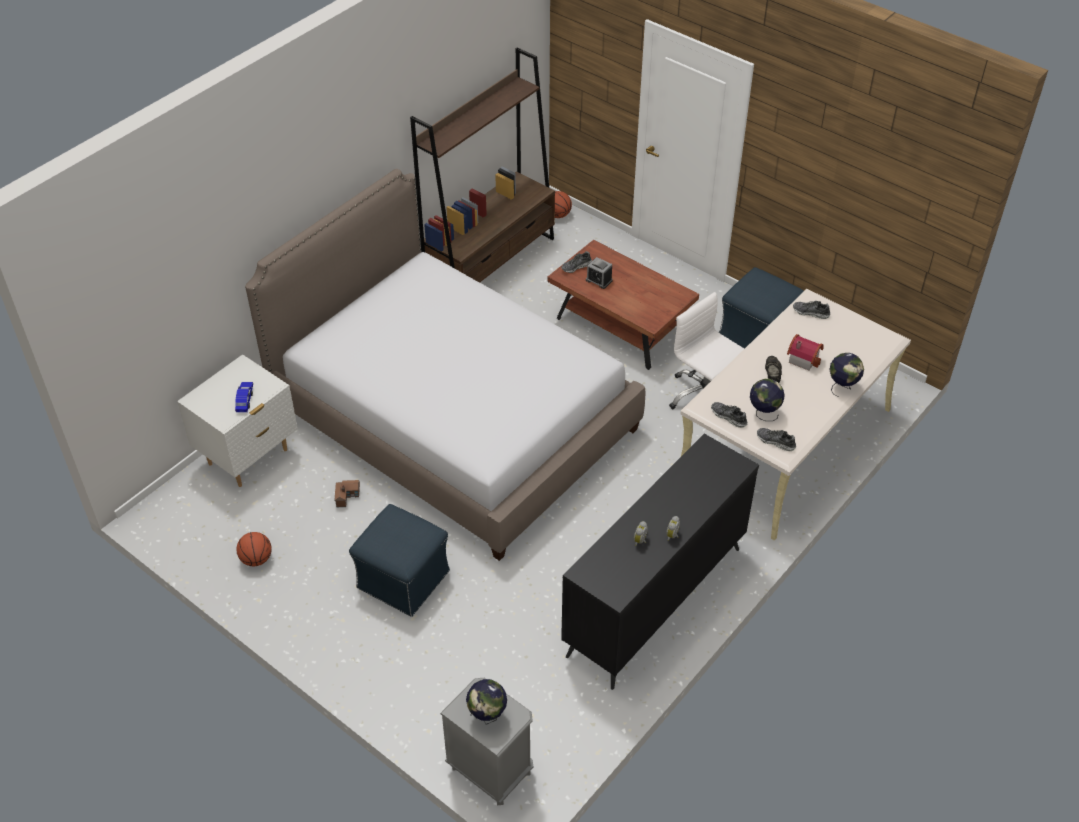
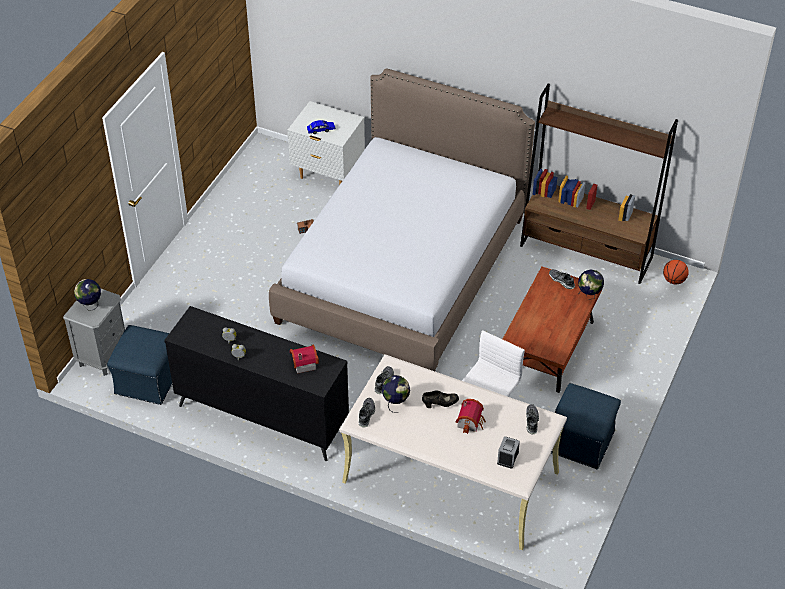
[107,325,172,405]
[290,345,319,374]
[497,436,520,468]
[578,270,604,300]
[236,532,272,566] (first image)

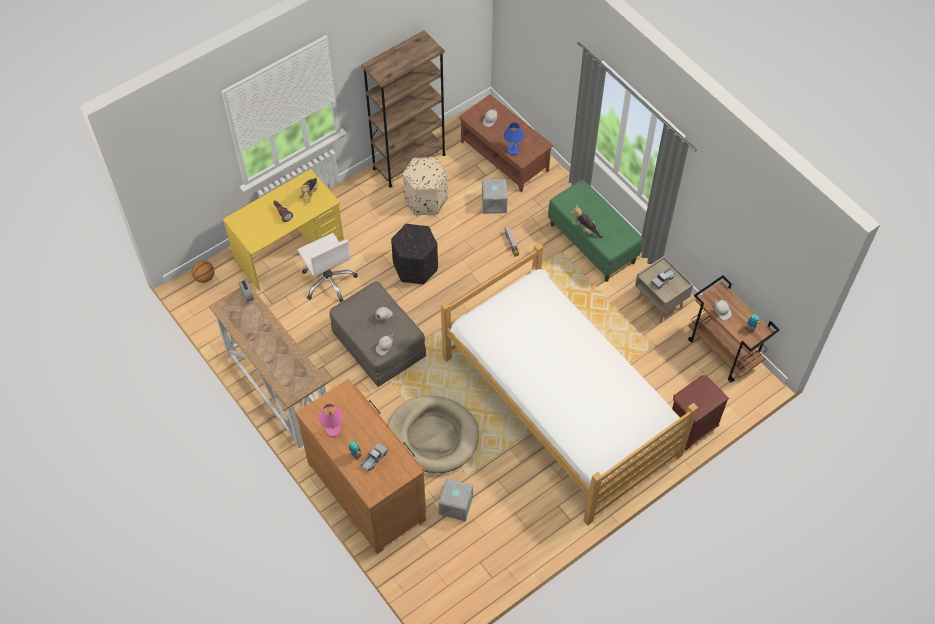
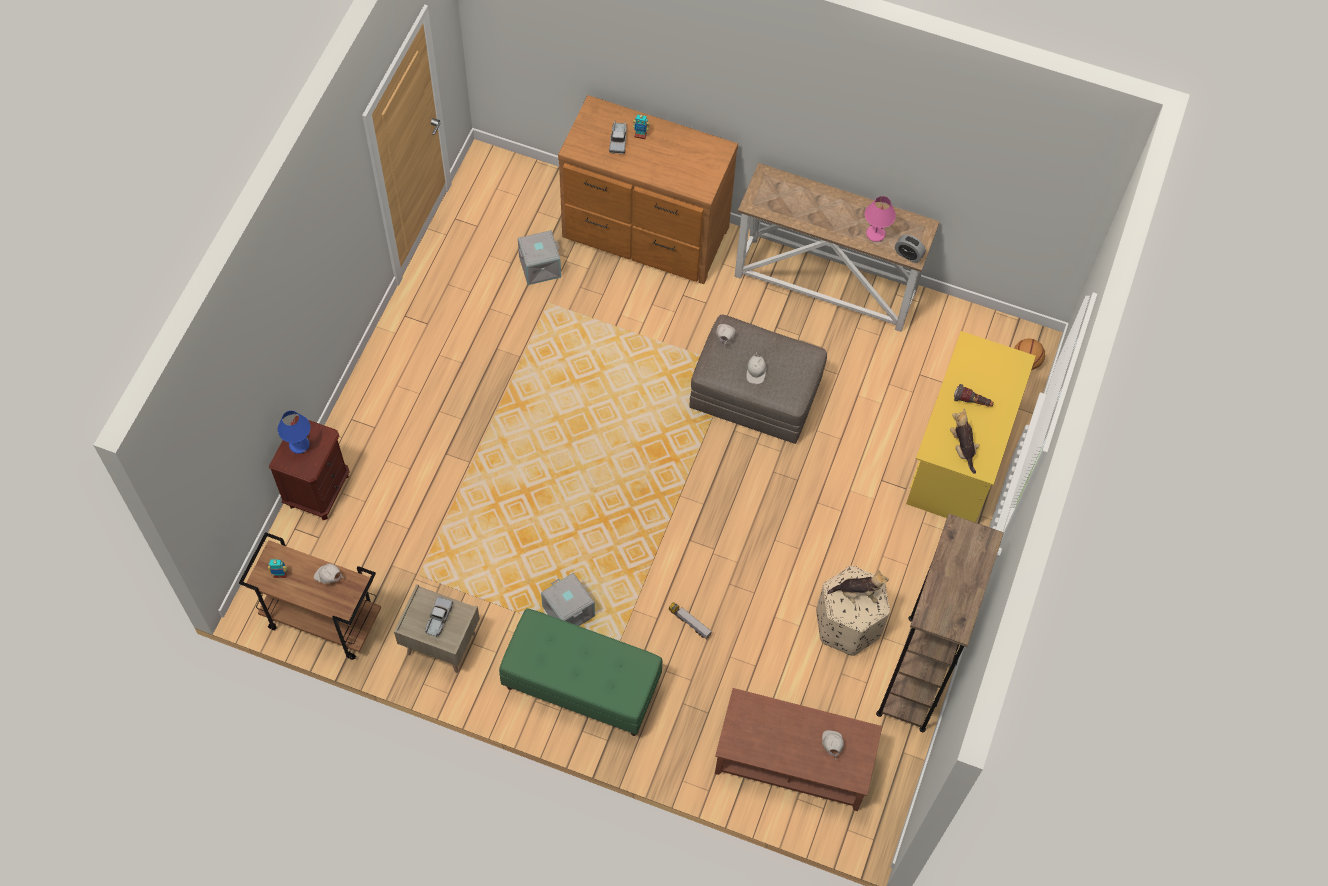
[278,411,310,454]
[541,573,595,626]
[827,570,889,603]
[865,196,896,242]
[298,233,358,302] (first image)
[388,396,479,473] (first image)
[391,224,438,284] (first image)
[441,243,698,525] (first image)

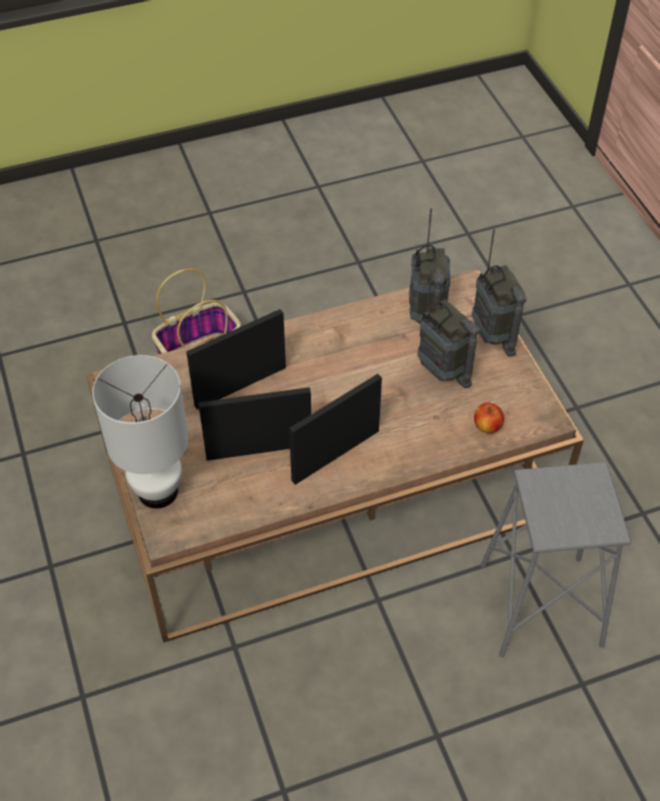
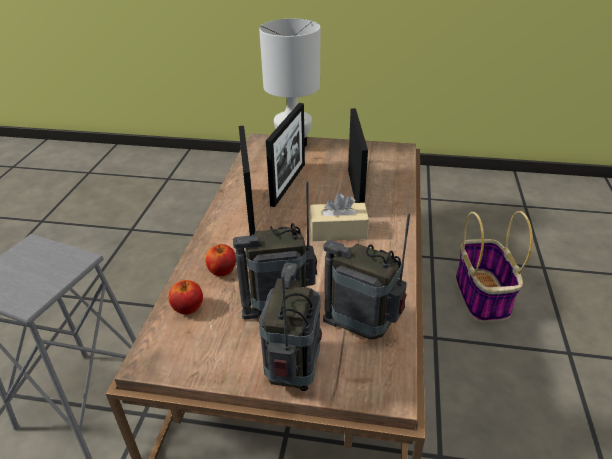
[205,244,236,276]
[259,263,322,391]
[310,193,369,241]

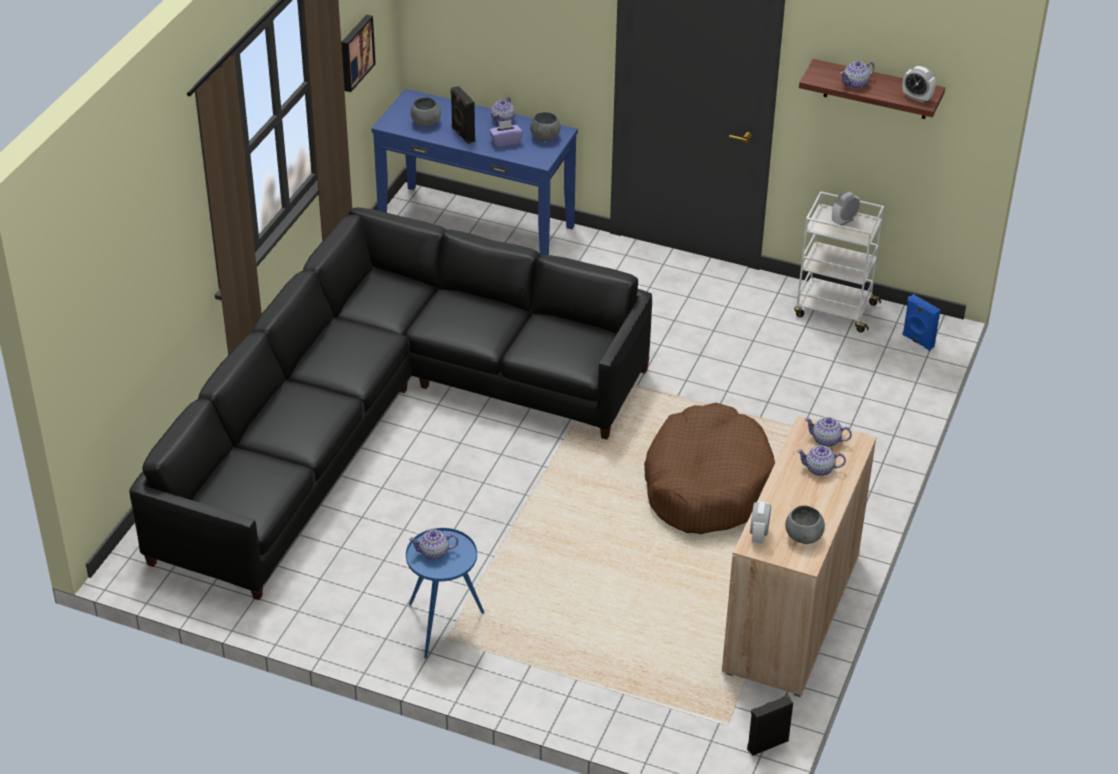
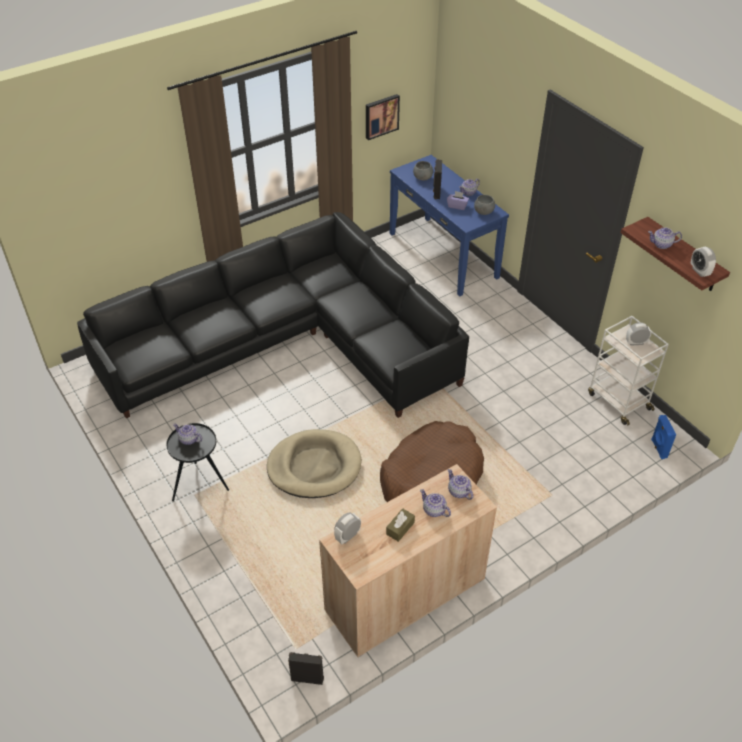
[166,423,229,501]
[267,429,362,498]
[386,508,415,542]
[786,505,825,544] (first image)

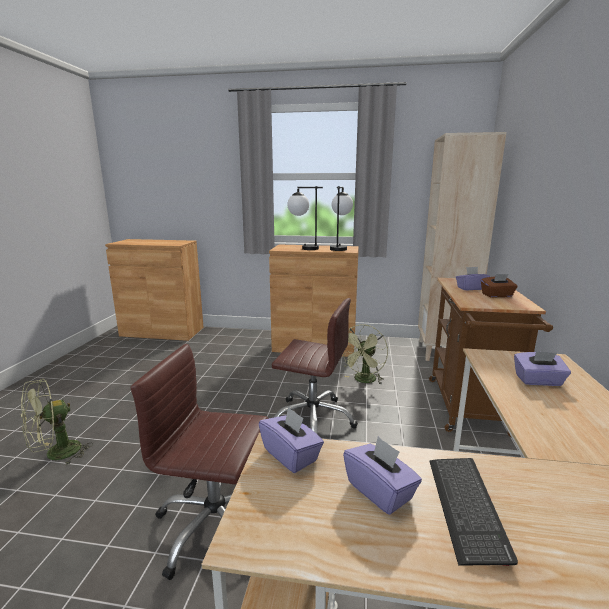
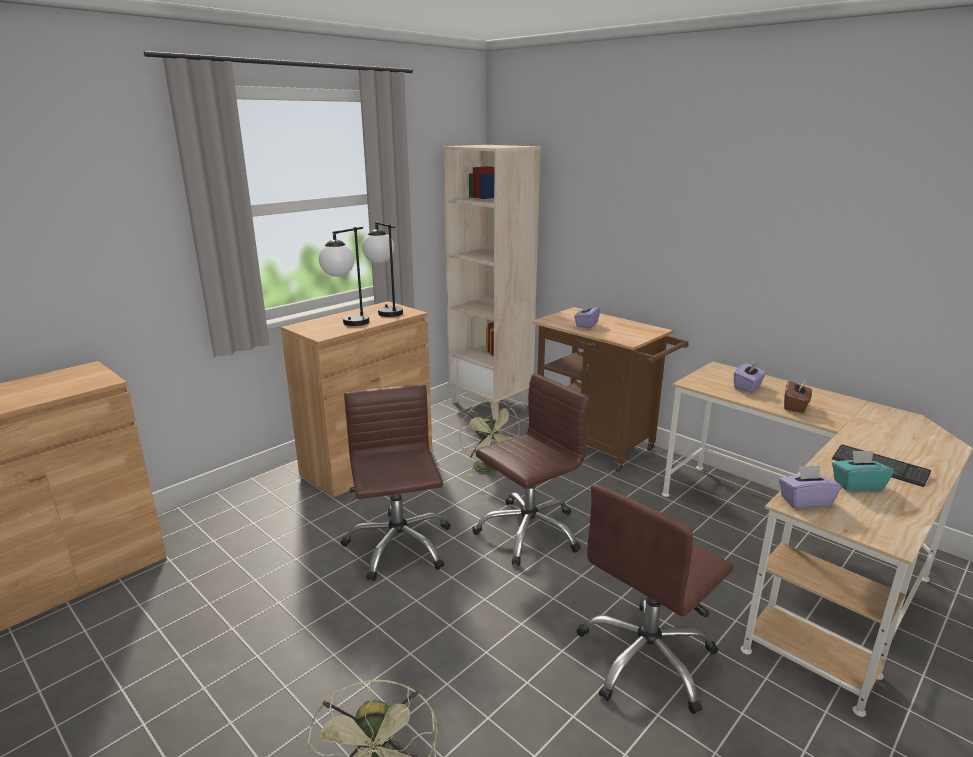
[341,384,451,581]
[784,379,812,413]
[832,451,894,491]

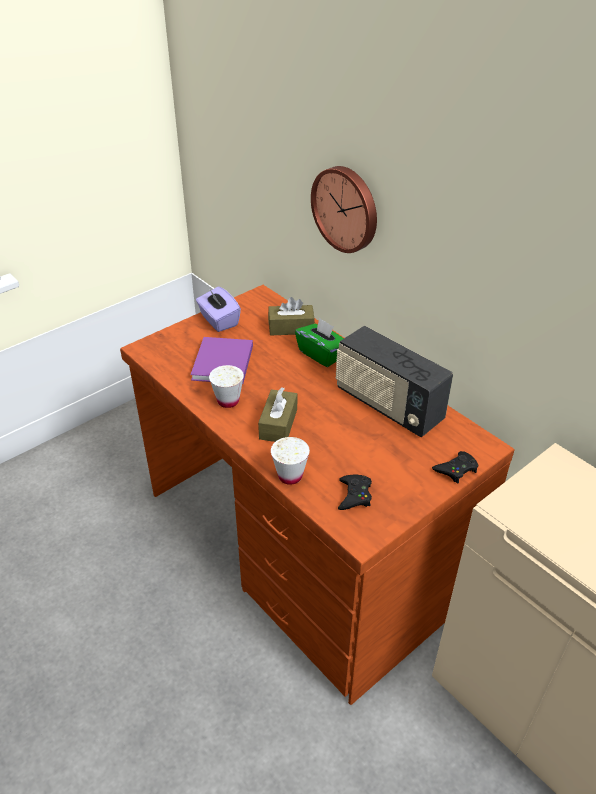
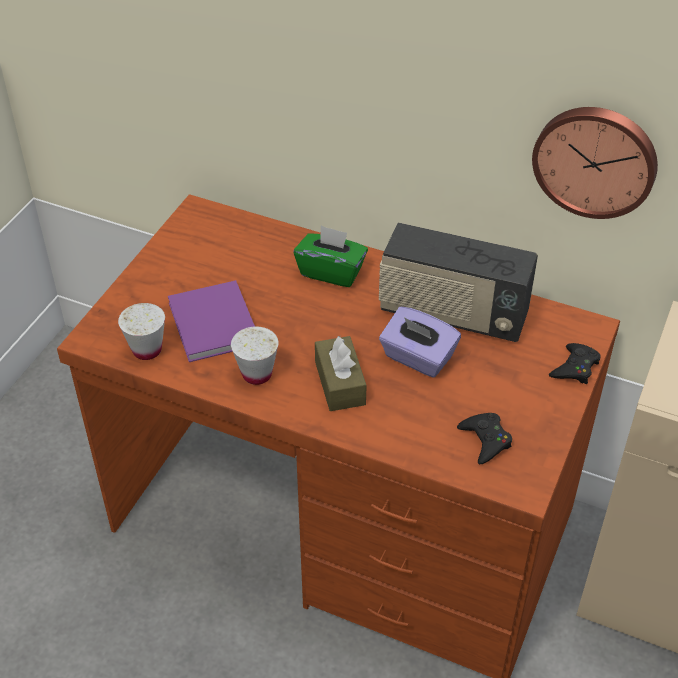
[118,303,165,360]
[379,307,461,377]
[532,107,658,219]
[268,297,315,336] (first image)

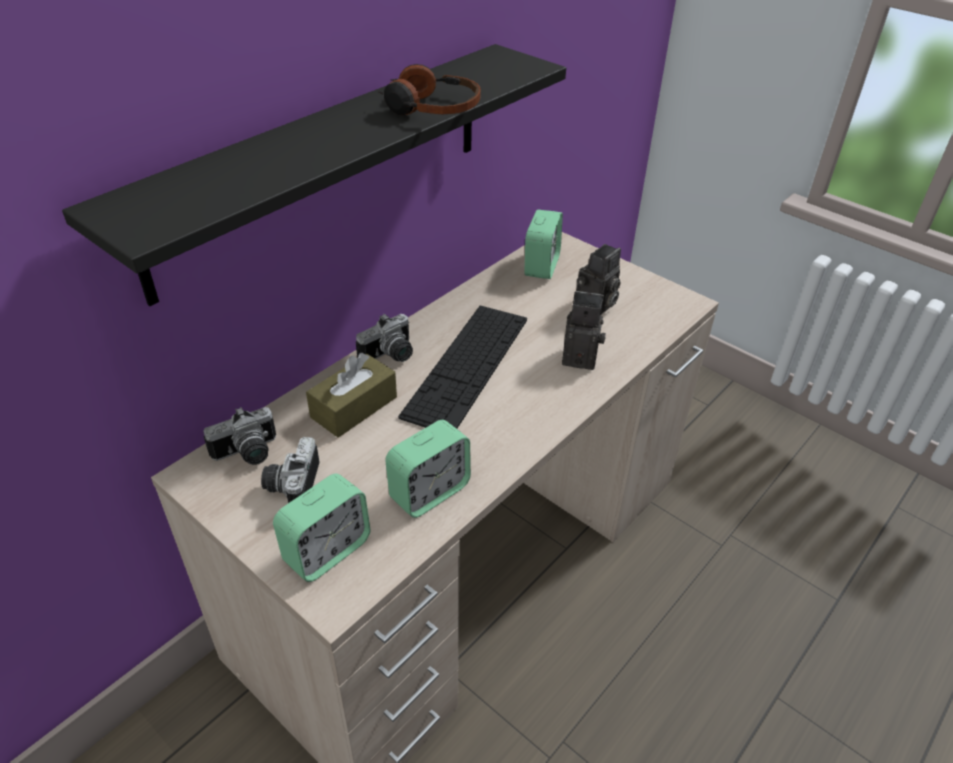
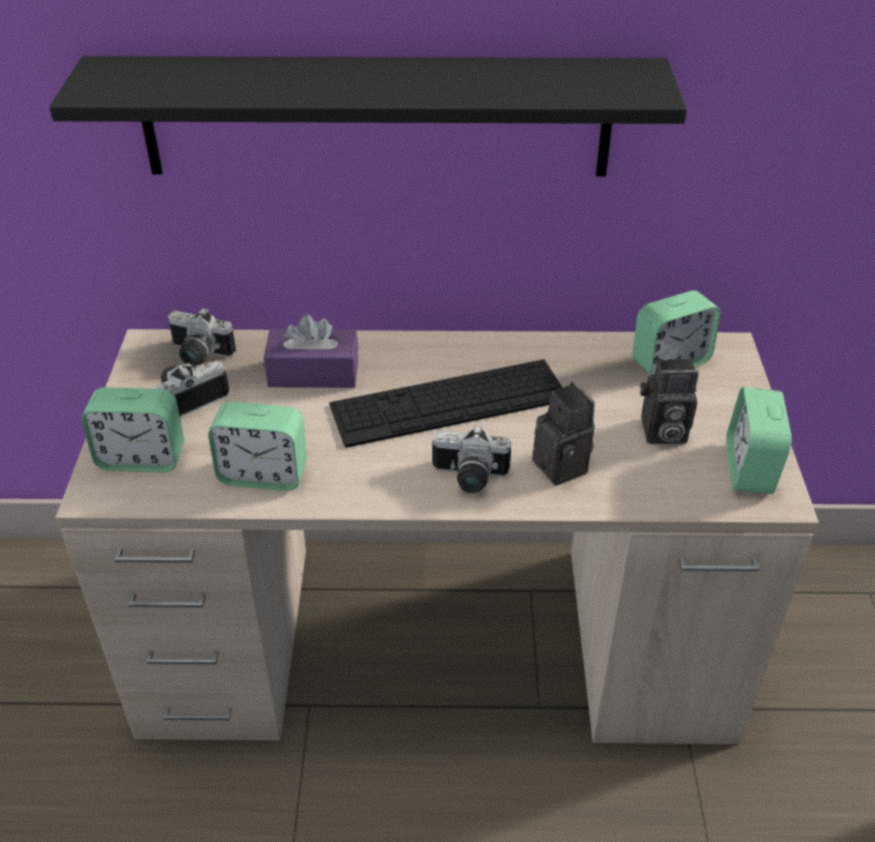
[263,314,359,388]
[432,425,511,494]
[726,387,791,494]
[378,64,481,116] (first image)

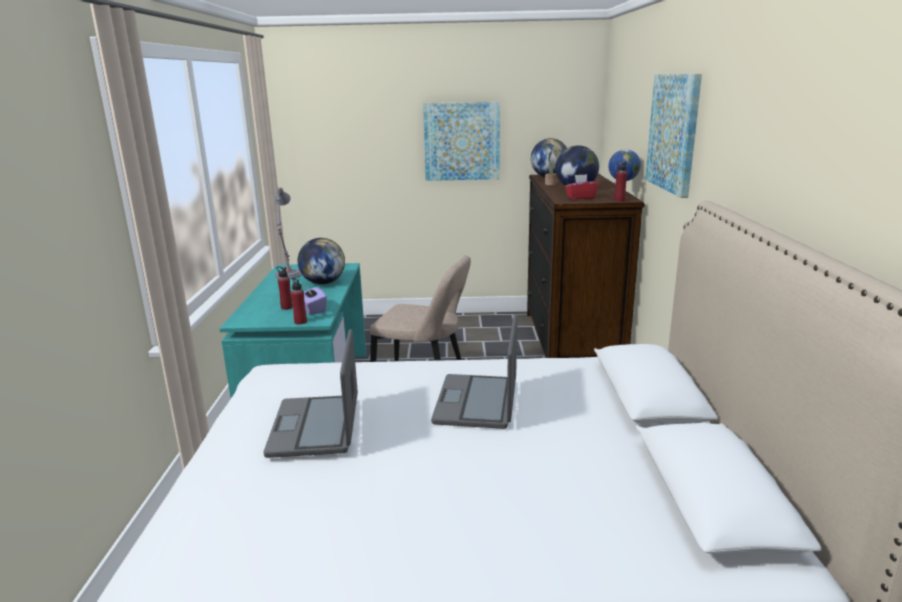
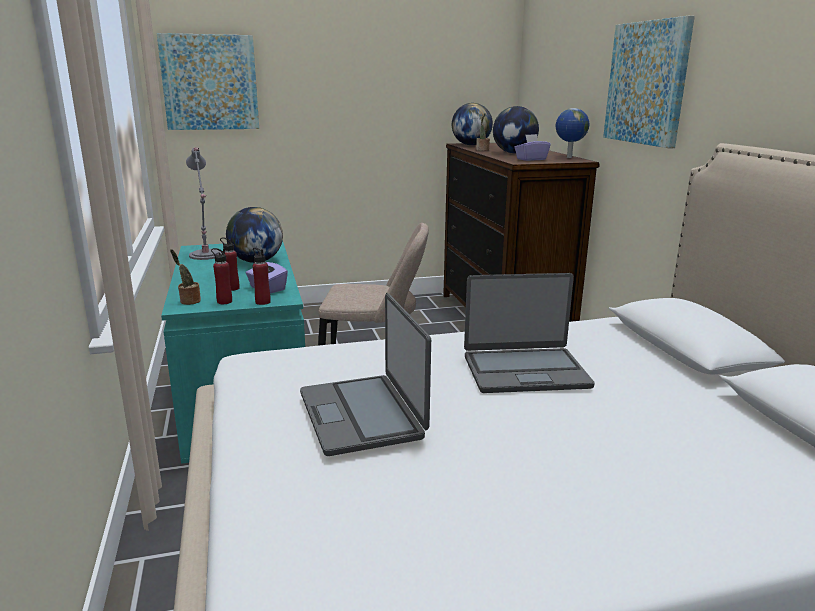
[157,33,259,130]
[170,249,201,305]
[211,248,232,304]
[464,273,594,393]
[514,134,551,161]

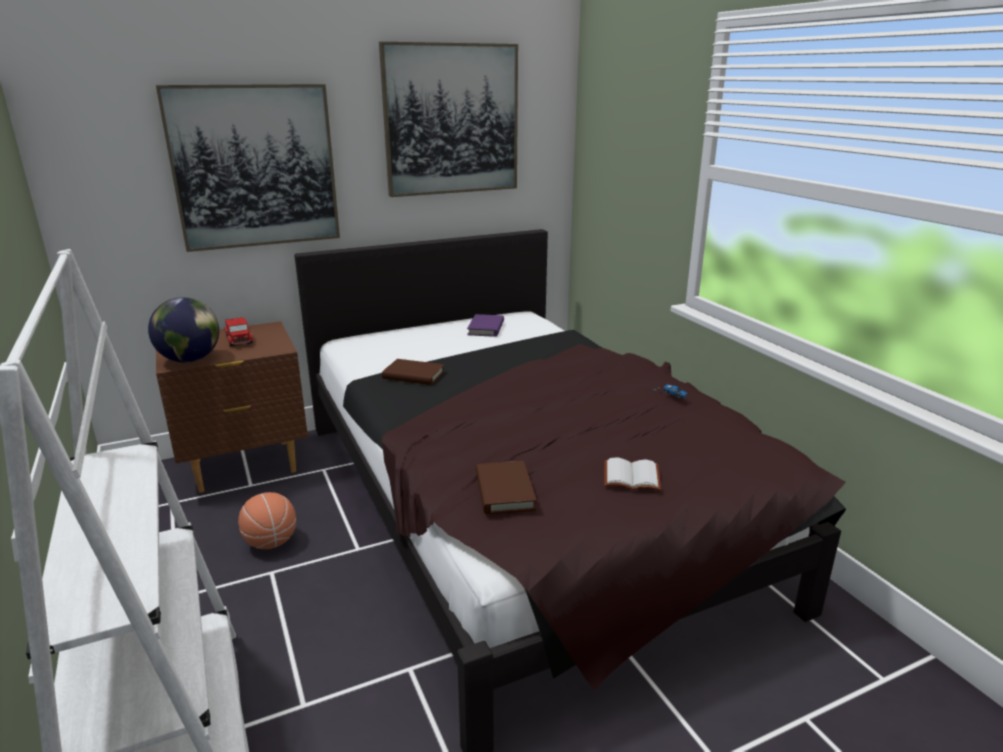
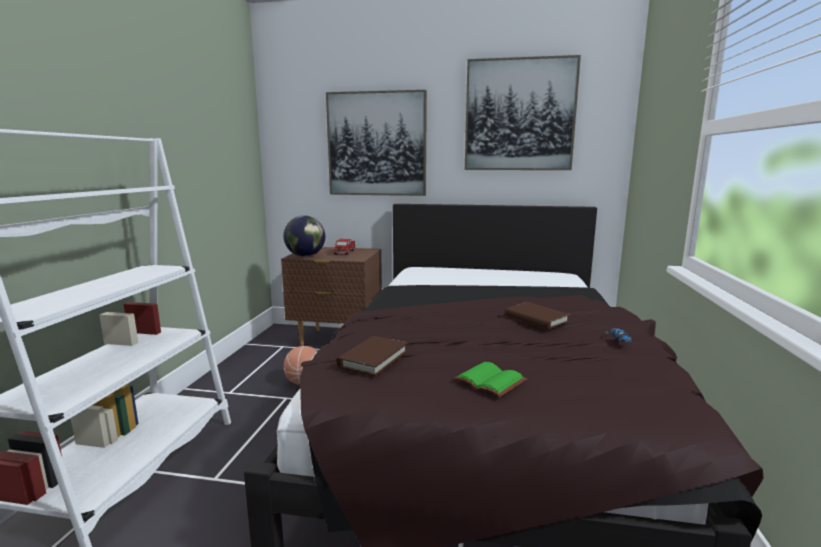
[455,362,526,397]
[505,302,570,330]
[467,314,504,337] (first image)

